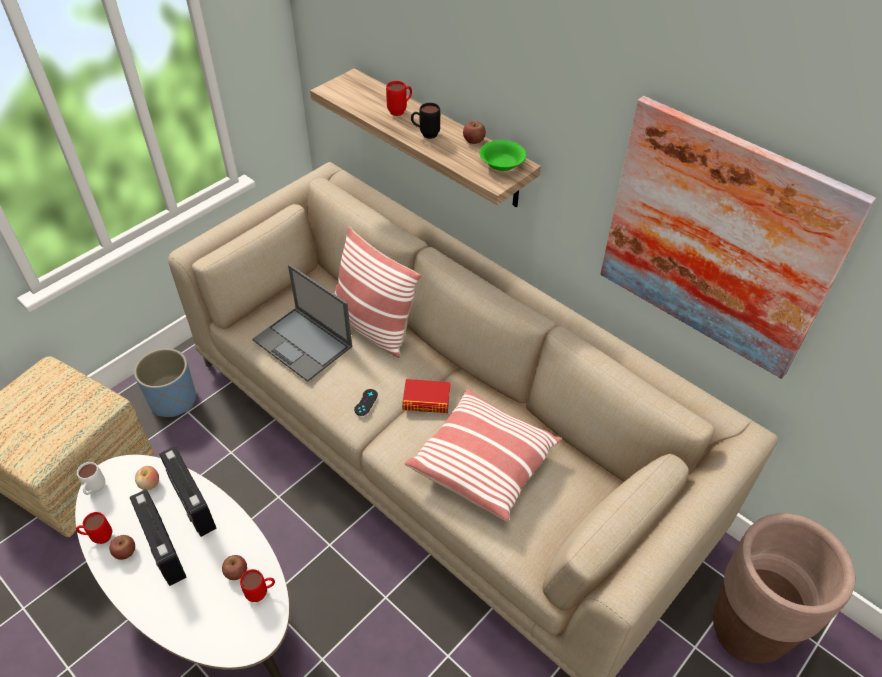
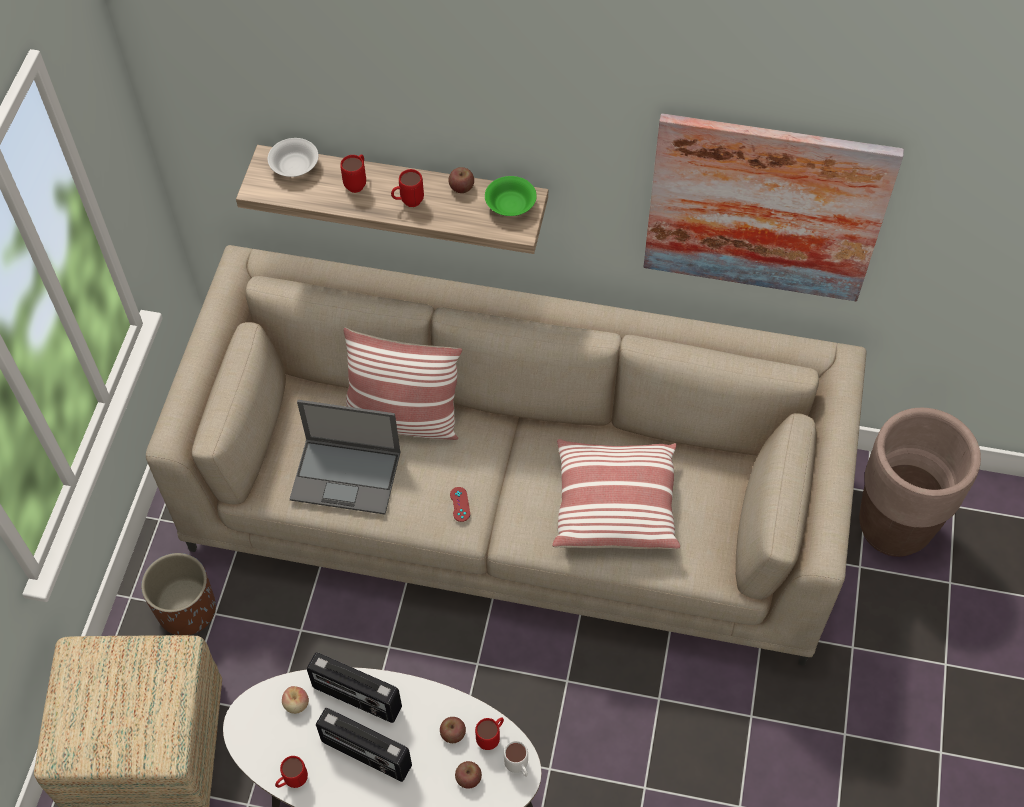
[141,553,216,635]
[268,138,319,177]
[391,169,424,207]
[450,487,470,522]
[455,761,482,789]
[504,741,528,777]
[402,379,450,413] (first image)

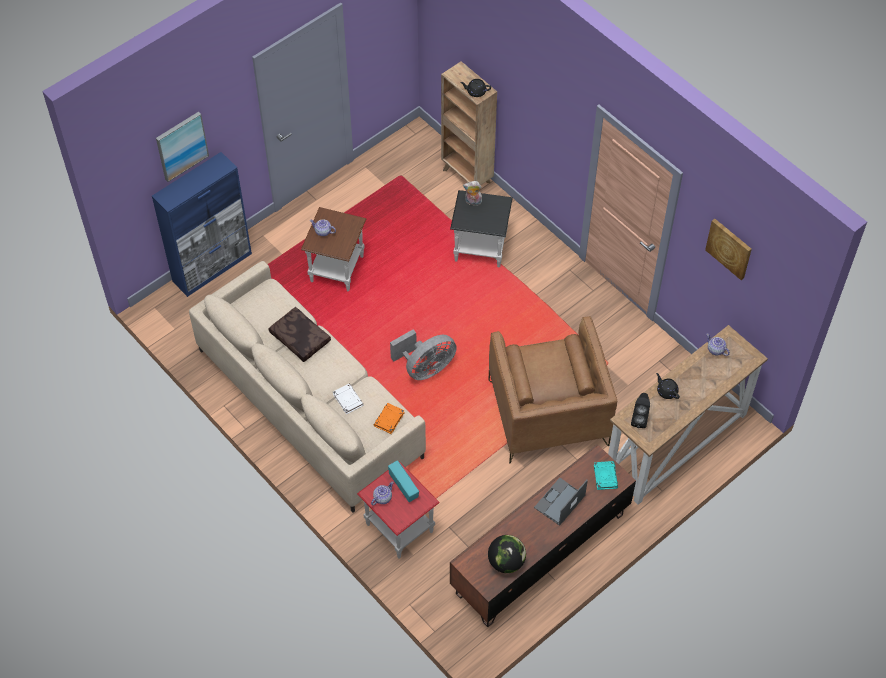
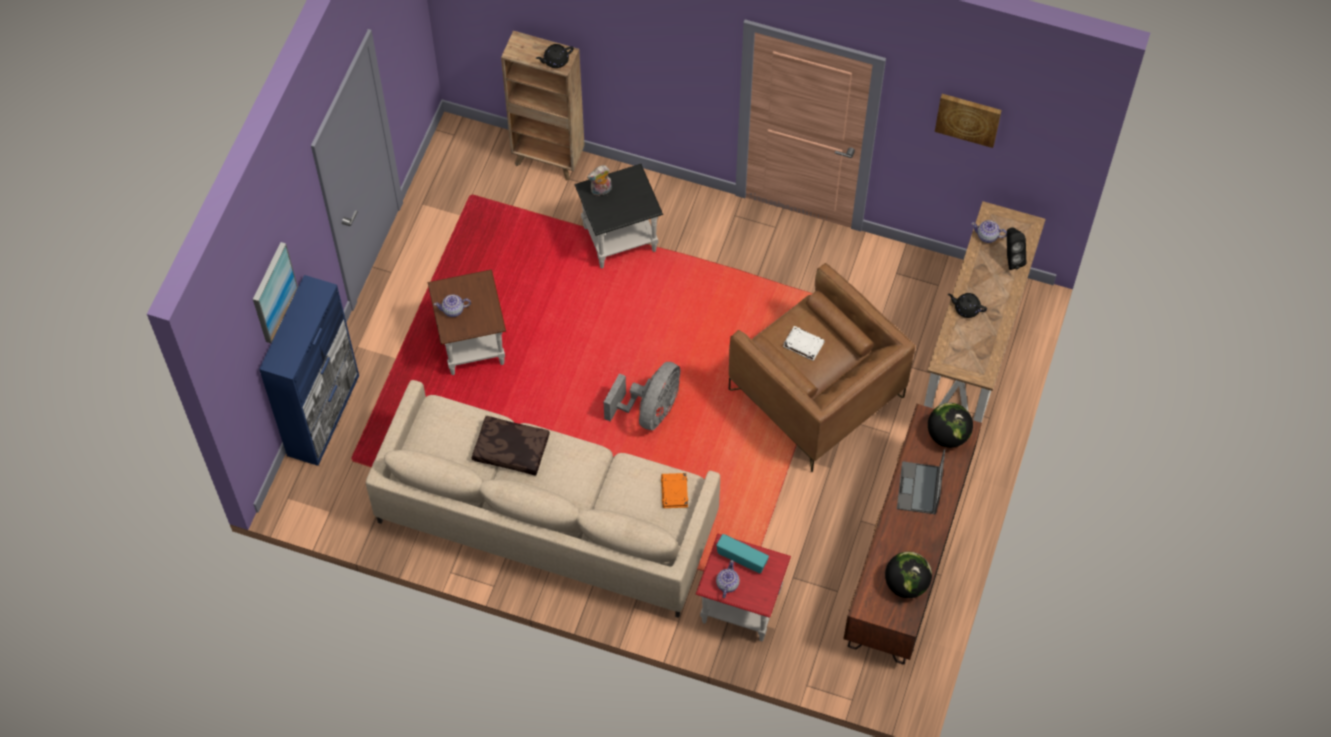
[783,326,825,361]
[928,403,973,448]
[1007,227,1026,270]

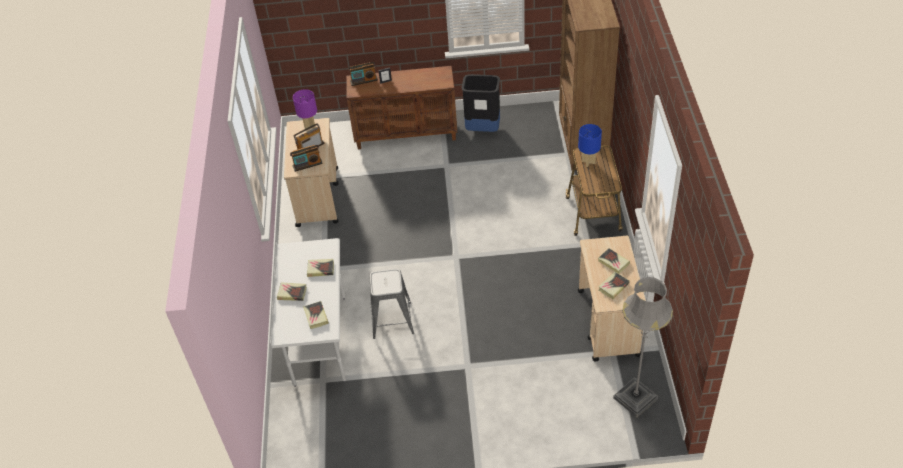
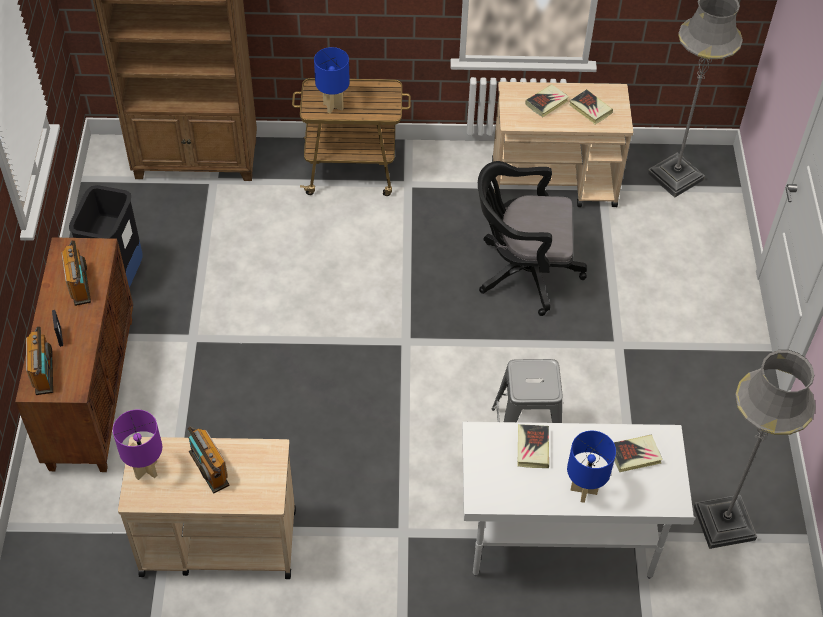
[61,240,91,306]
[478,161,587,316]
[567,431,616,503]
[694,350,816,549]

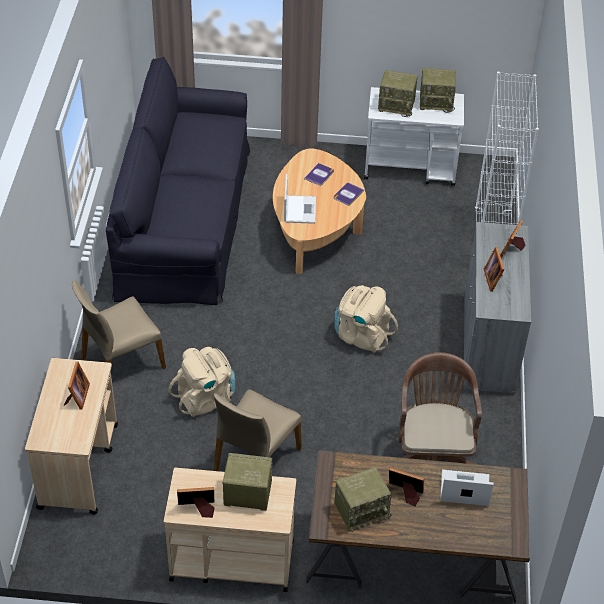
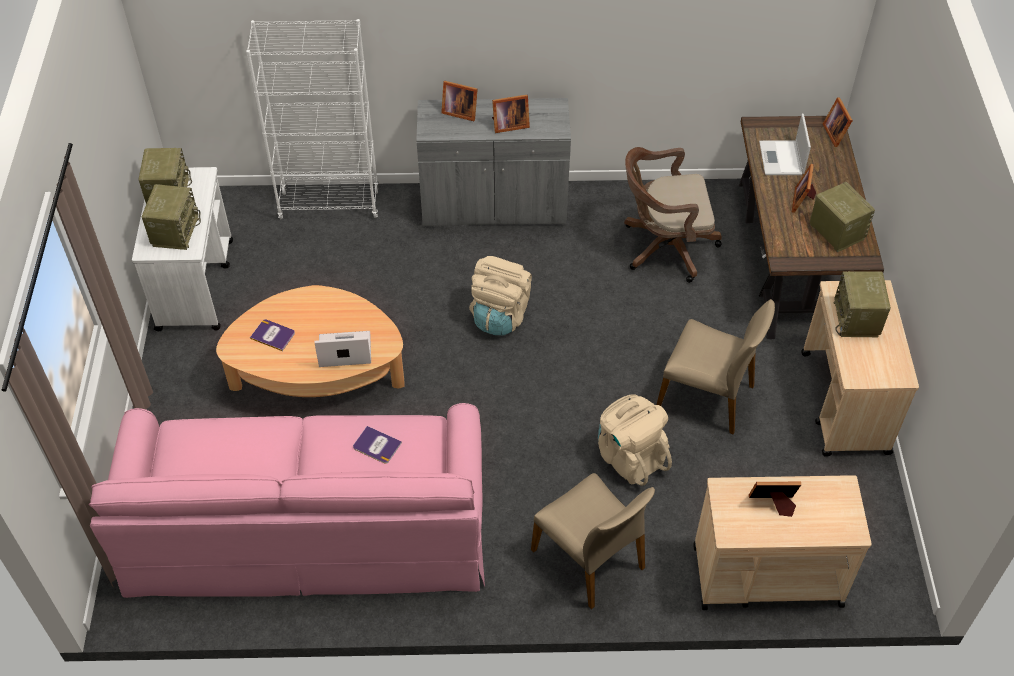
[89,403,485,598]
[353,426,402,464]
[823,97,853,147]

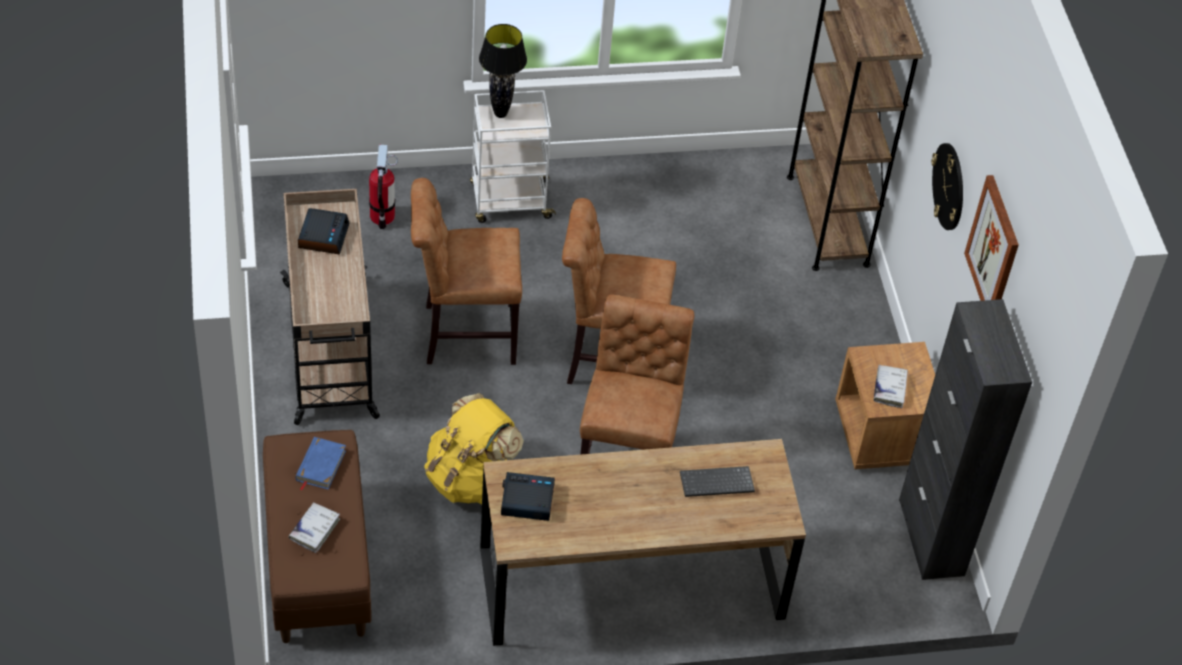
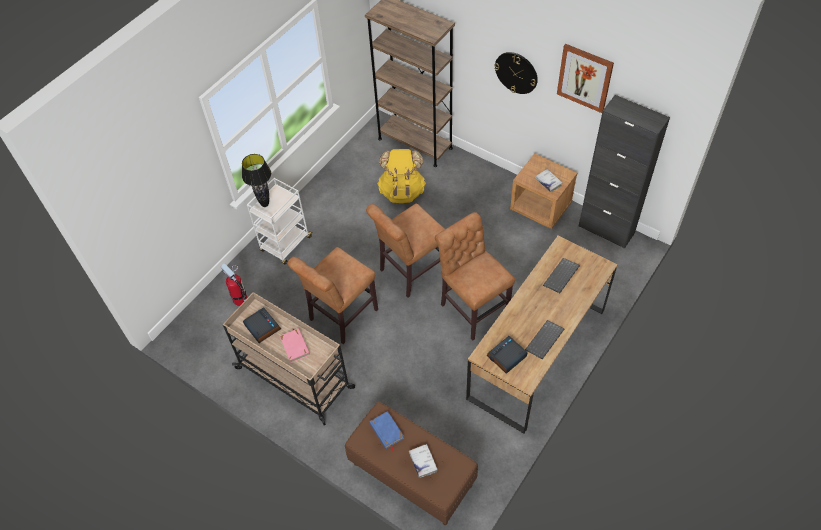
[280,328,310,363]
[377,149,426,203]
[525,320,565,359]

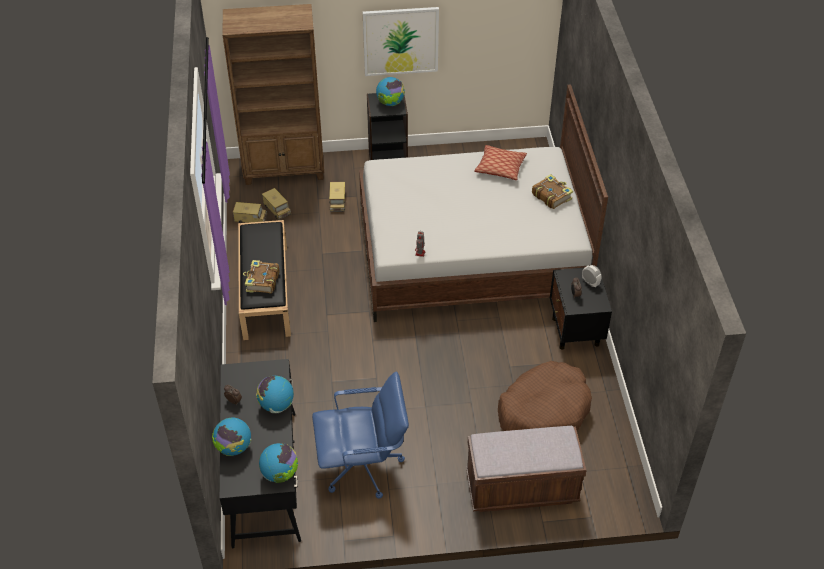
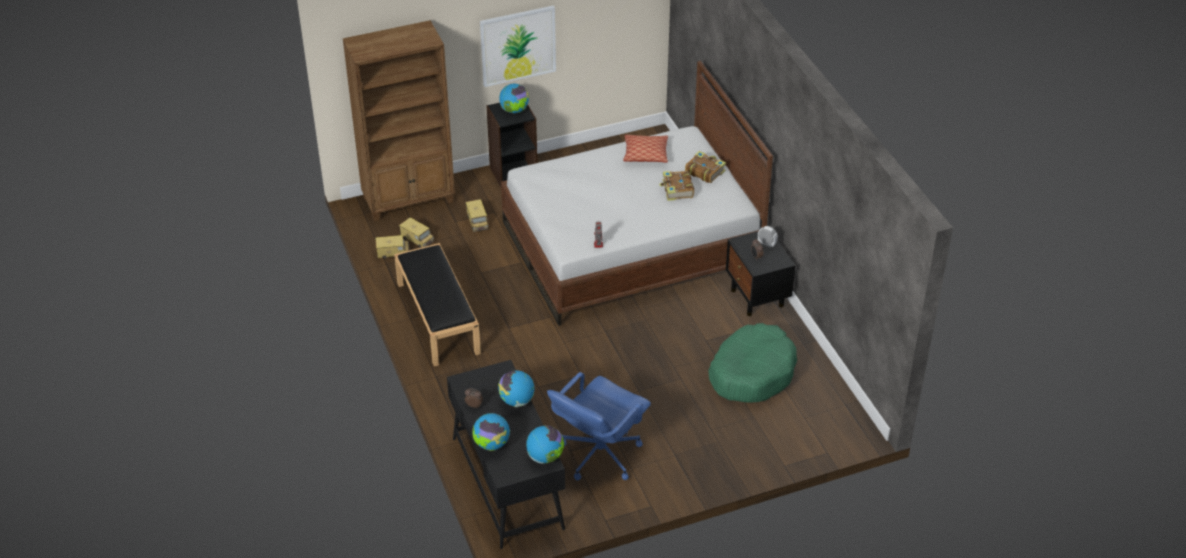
[547,372,651,480]
[659,171,694,201]
[708,323,797,403]
[466,426,587,512] (first image)

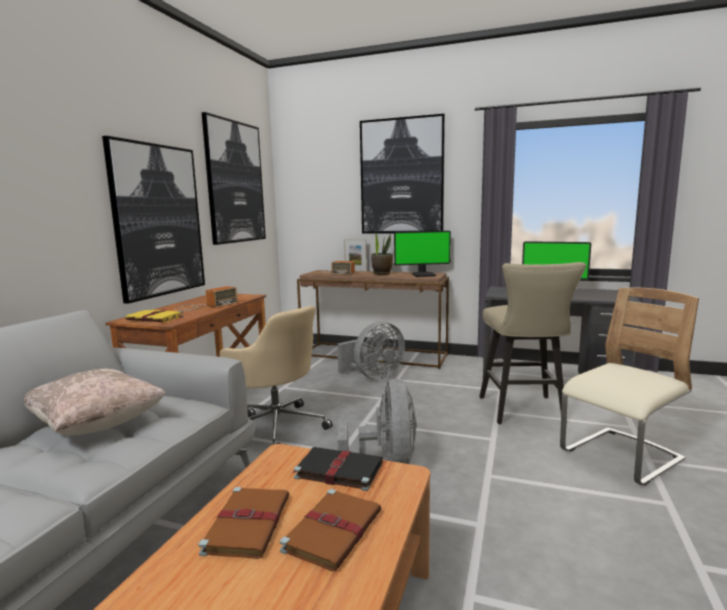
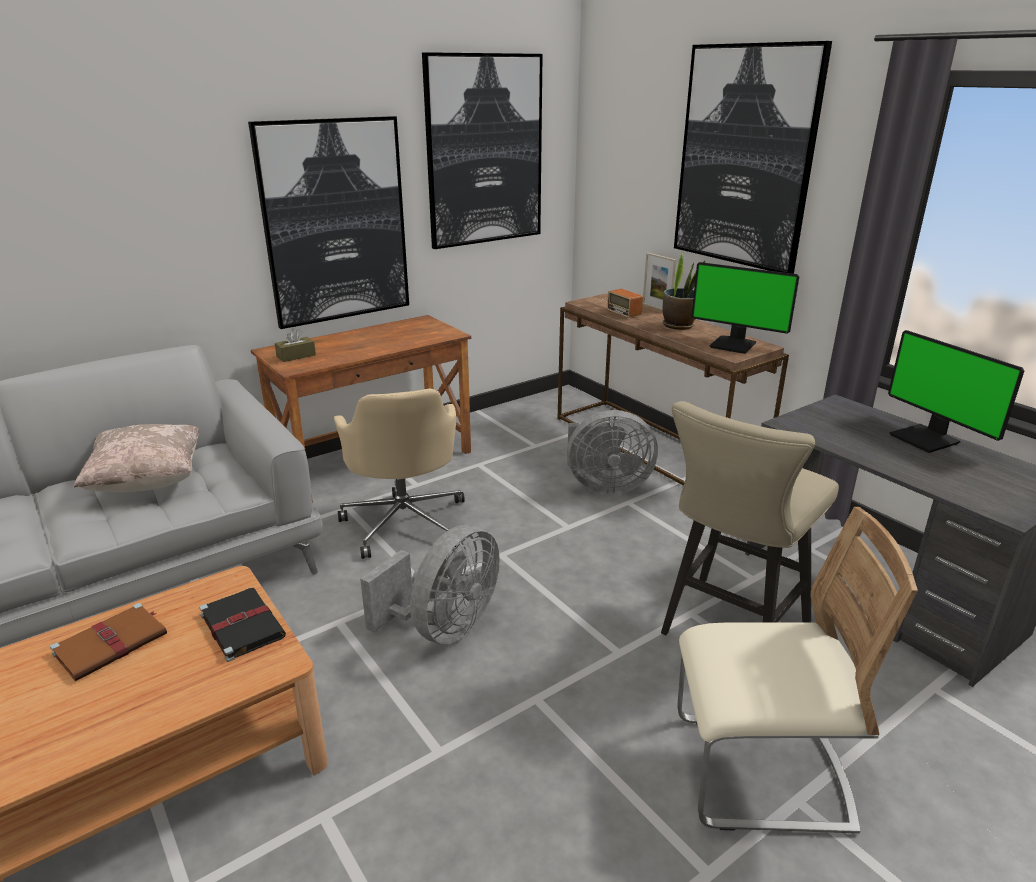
[275,328,316,362]
[174,286,238,311] (first image)
[280,489,381,571] (first image)

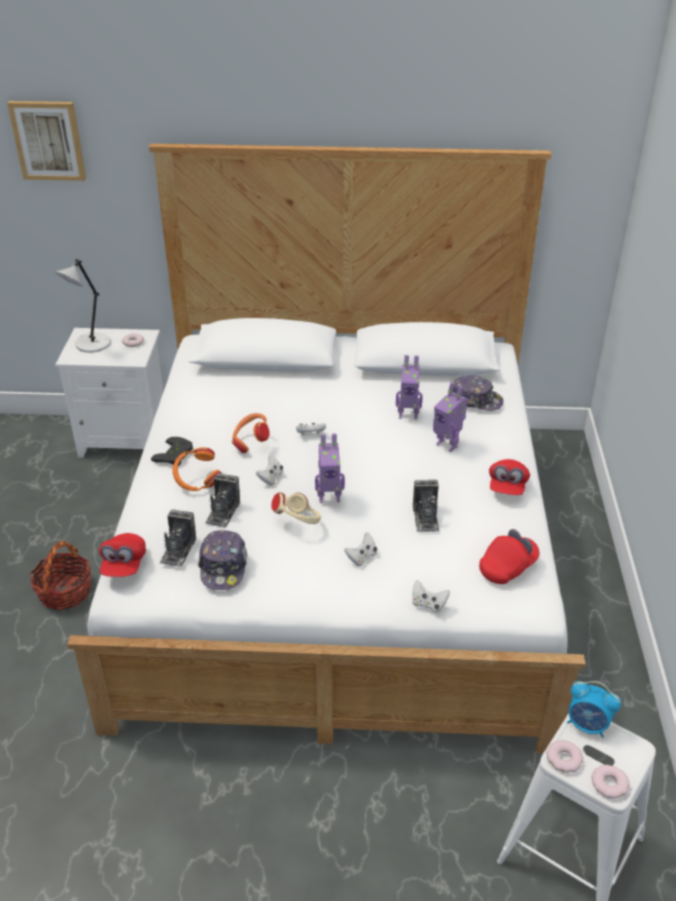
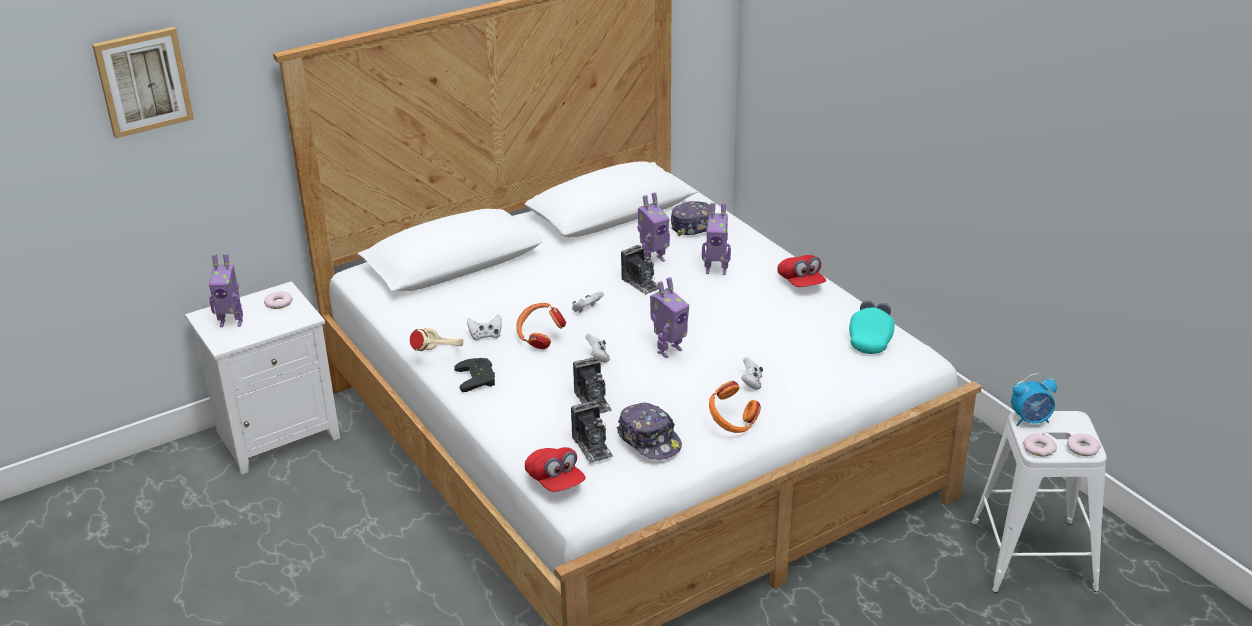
[209,254,243,327]
[410,328,463,351]
[467,315,502,340]
[621,245,659,295]
[709,381,761,433]
[849,301,895,354]
[30,541,91,610] (first image)

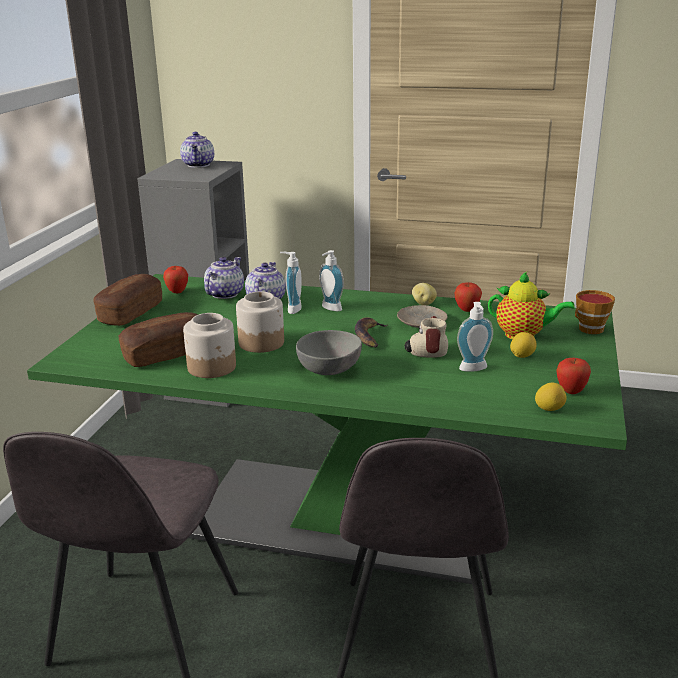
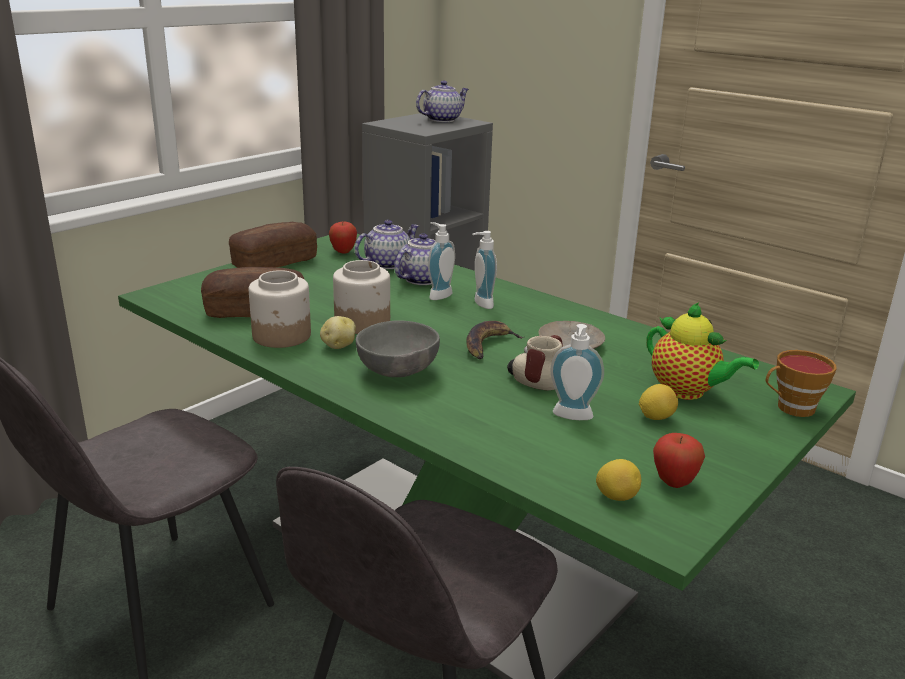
[320,316,356,349]
[416,81,469,122]
[454,282,482,312] (first image)

